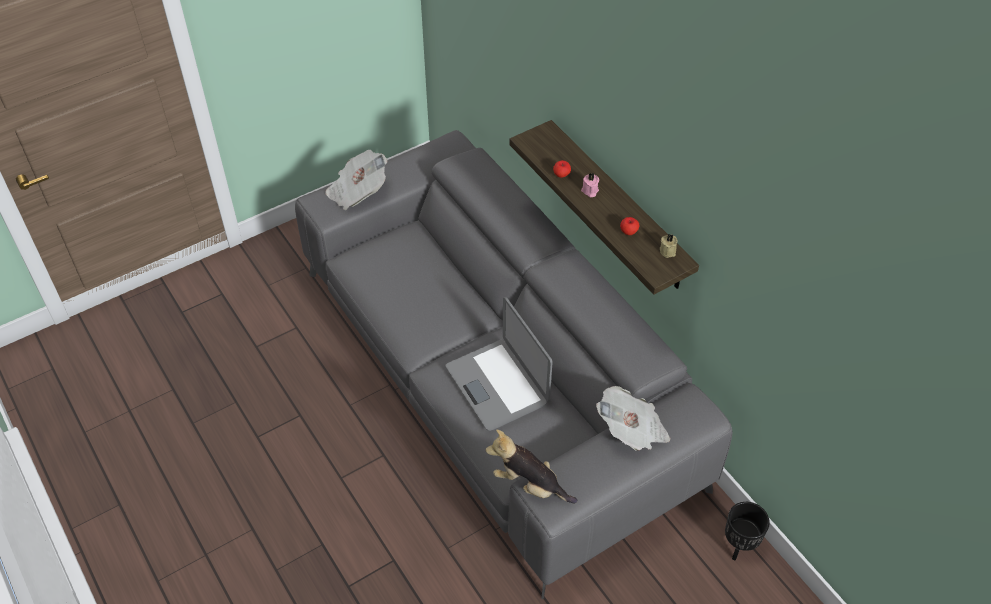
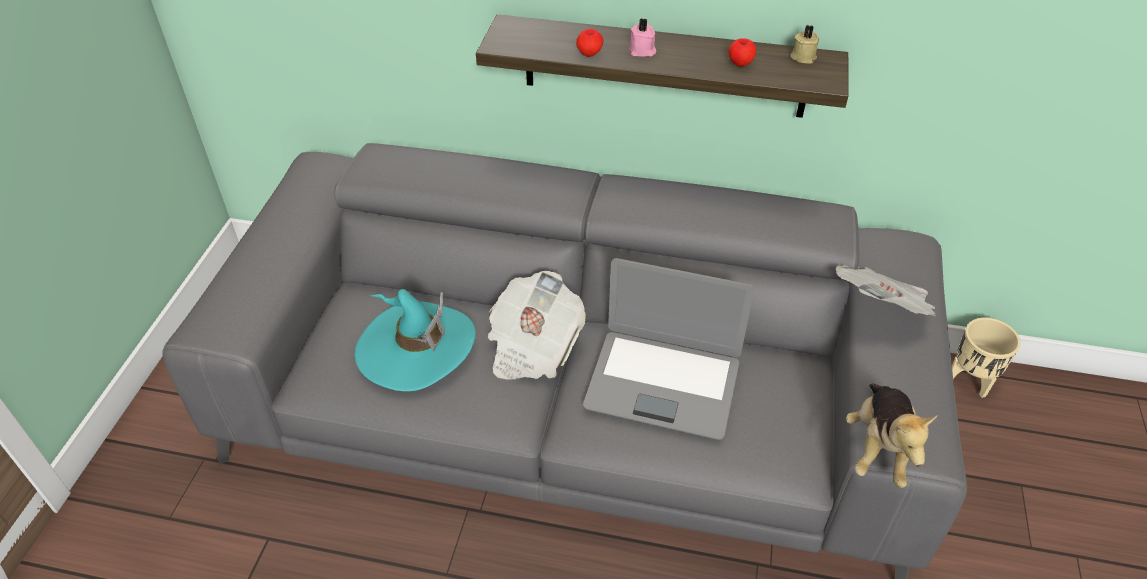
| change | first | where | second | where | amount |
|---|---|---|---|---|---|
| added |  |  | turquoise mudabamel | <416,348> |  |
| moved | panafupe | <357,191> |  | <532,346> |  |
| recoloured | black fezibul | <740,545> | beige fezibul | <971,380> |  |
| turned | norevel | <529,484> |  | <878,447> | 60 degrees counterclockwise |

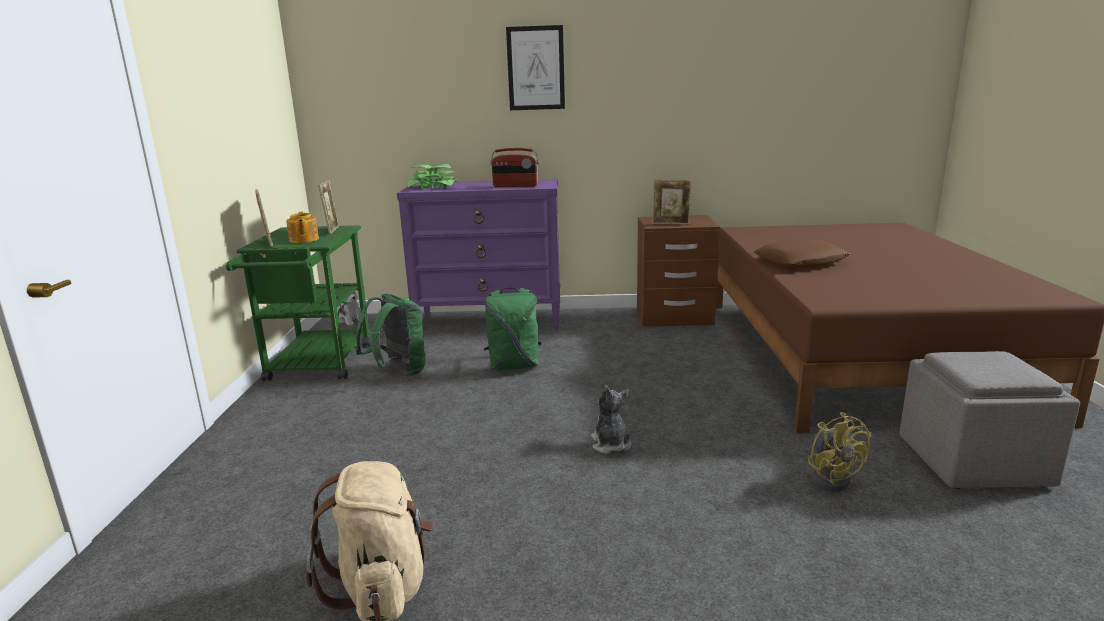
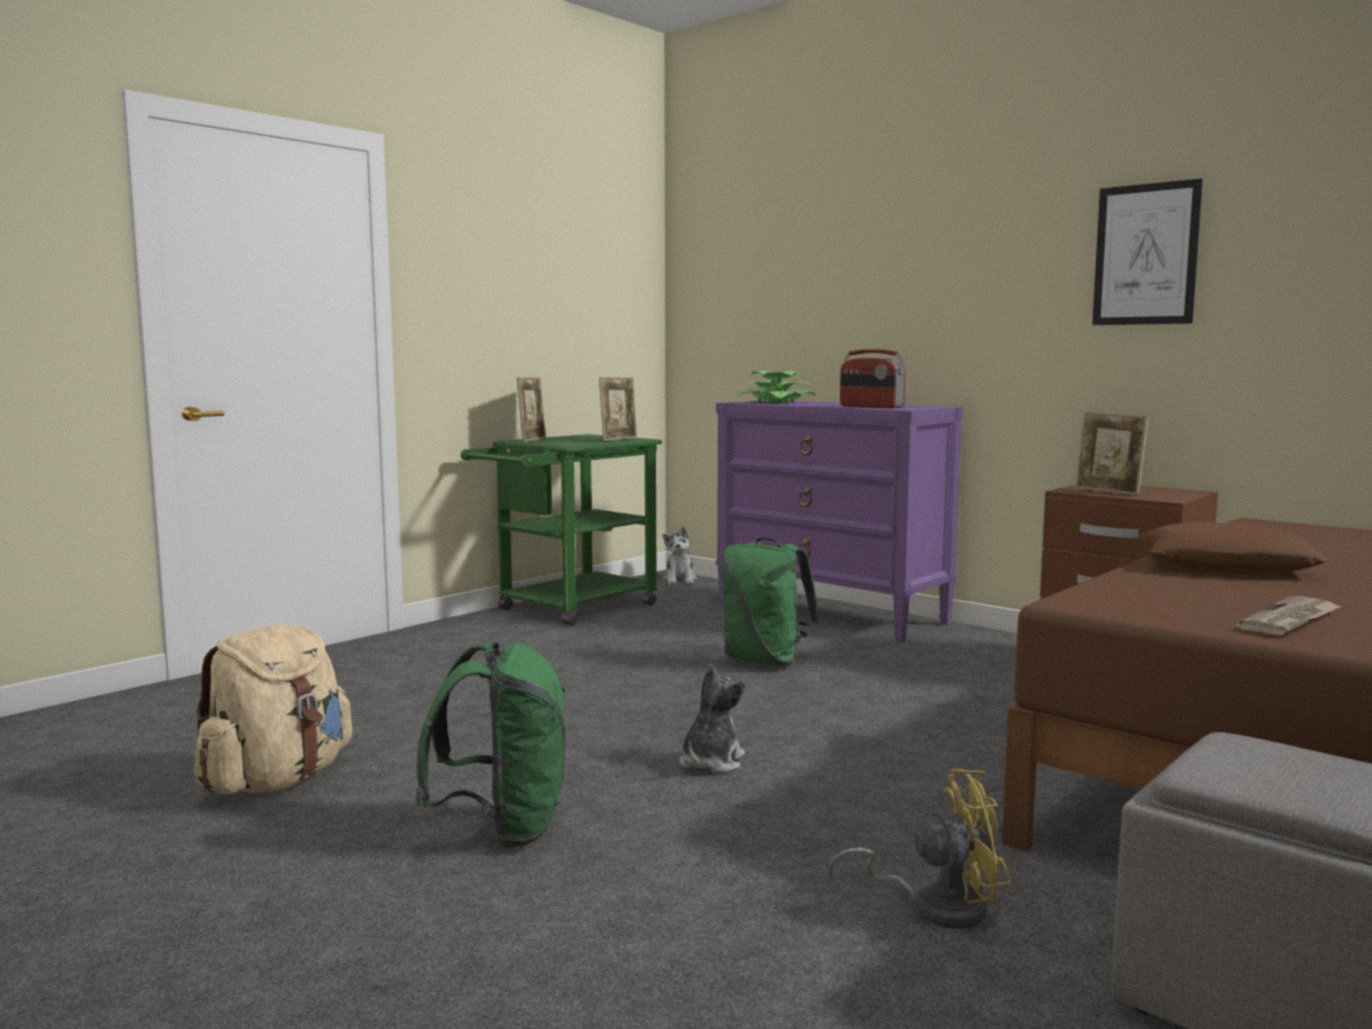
| change | first | where | second | where | amount |
|---|---|---|---|---|---|
| removed | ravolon | <303,240> |  |  |  |
| added |  |  | panafupe | <1290,620> |  |
| moved | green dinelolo | <398,372> |  | <503,829> |  |
| moved | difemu | <536,68> |  | <1146,254> |  |
| turned | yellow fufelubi | <831,477> |  | <935,906> | 120 degrees counterclockwise |

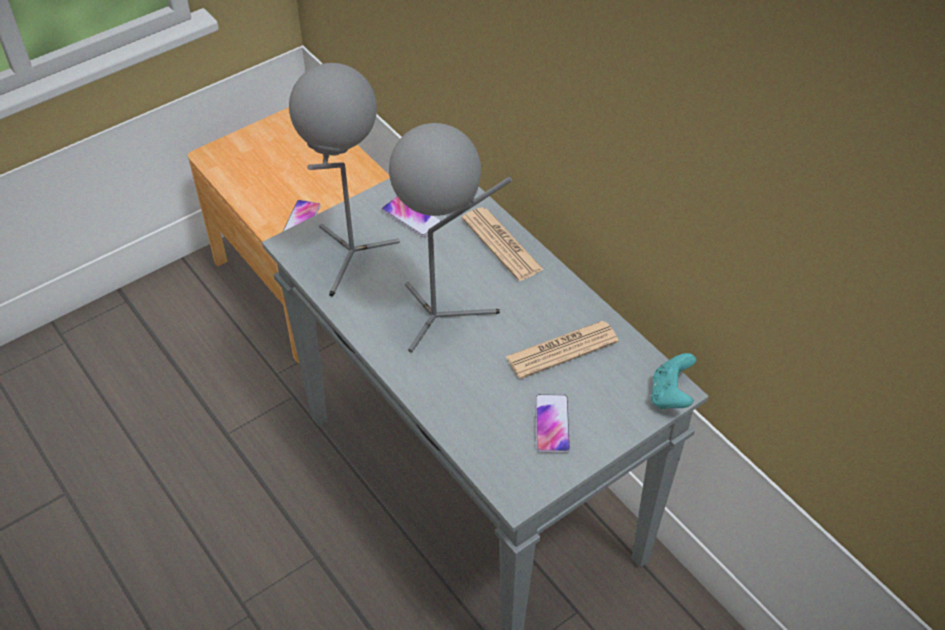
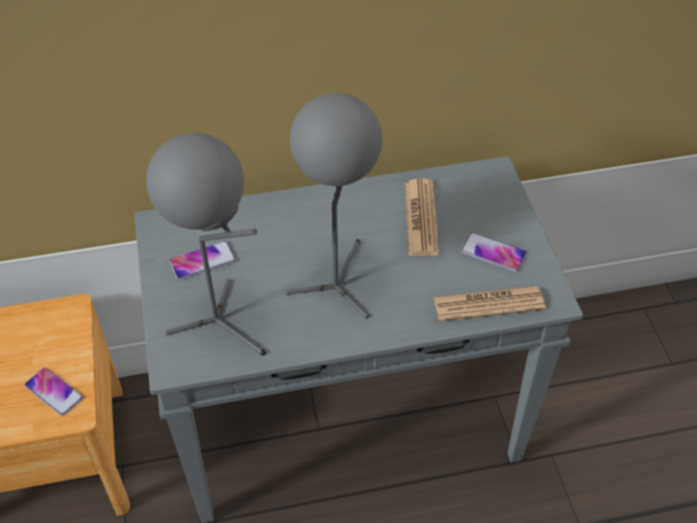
| change | first | where | second | where | amount |
|---|---|---|---|---|---|
| removed | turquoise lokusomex | <670,395> |  |  |  |
| moved | panafupe | <502,244> |  | <489,304> |  |

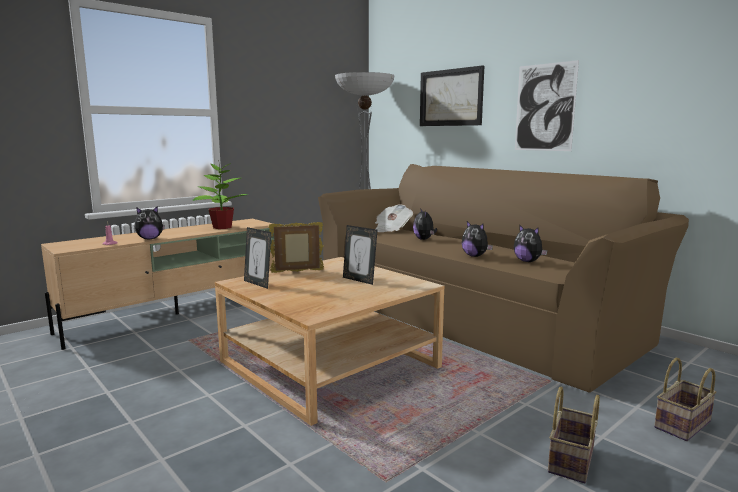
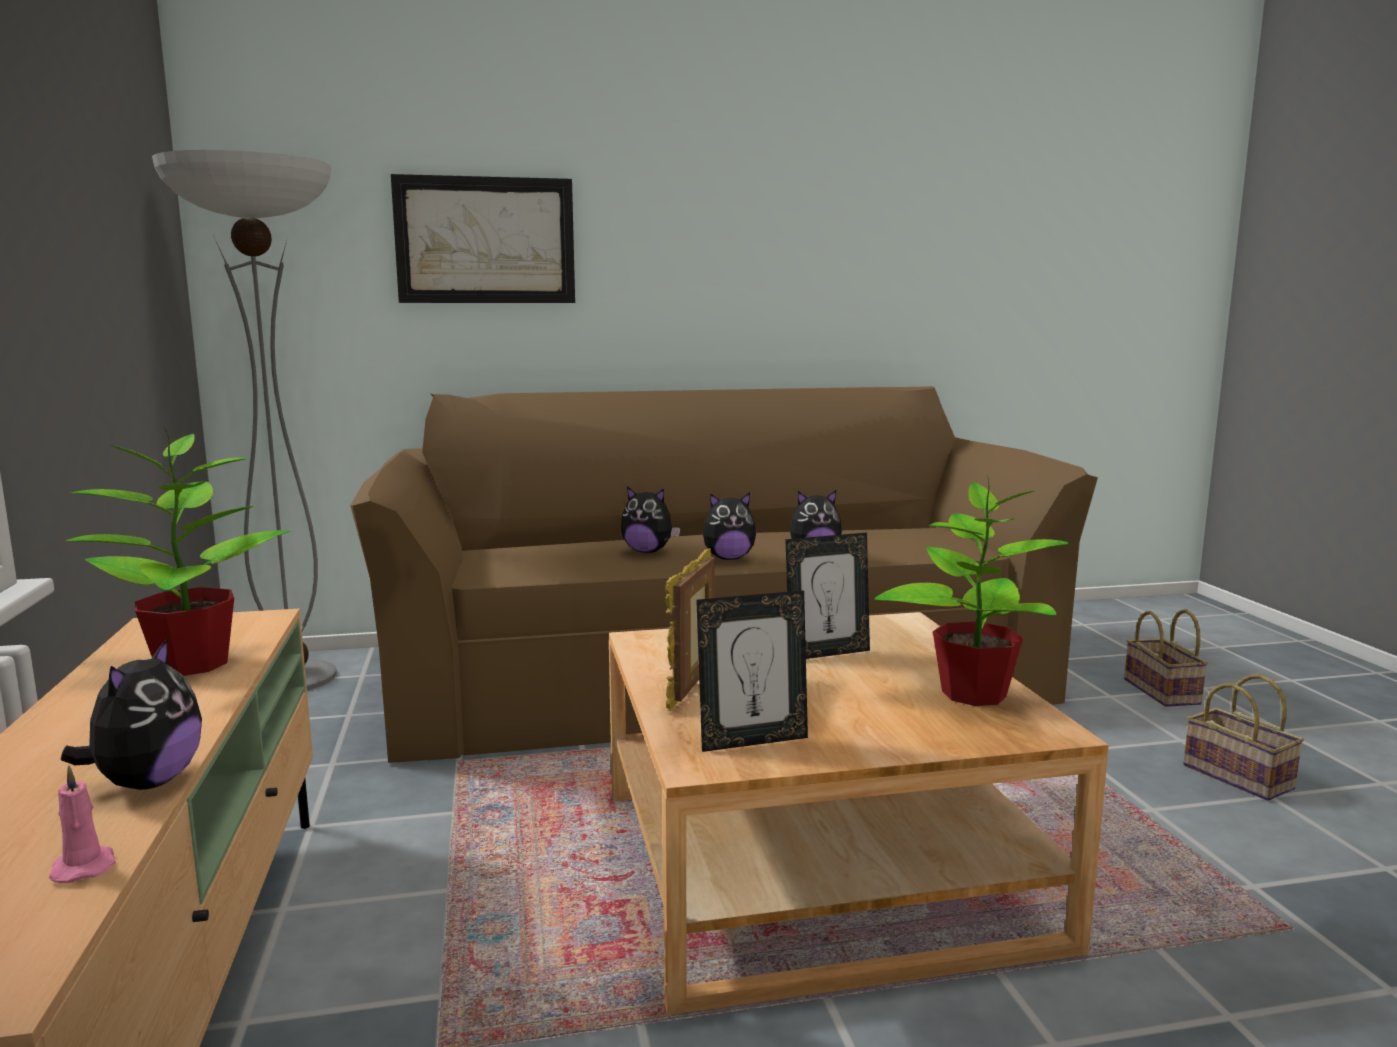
| change | first | where | second | where | amount |
|---|---|---|---|---|---|
| removed | panafupe | <391,229> |  |  |  |
| removed | difemu | <544,107> |  |  |  |
| added |  |  | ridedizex | <972,693> |  |
| moved | norevel | <528,261> |  | <728,558> |  |

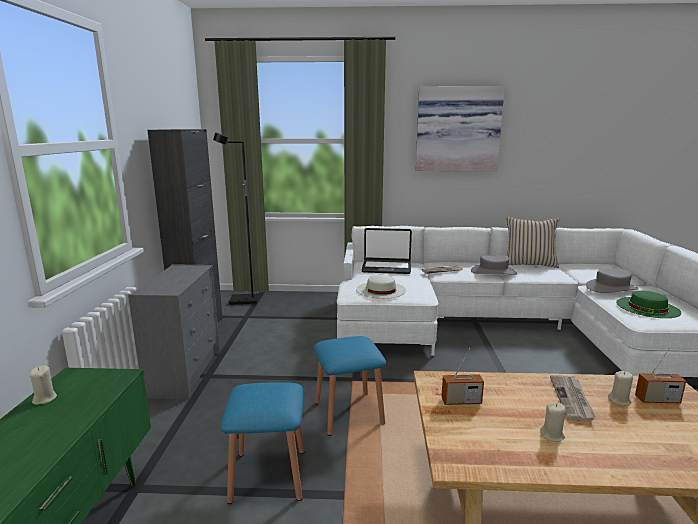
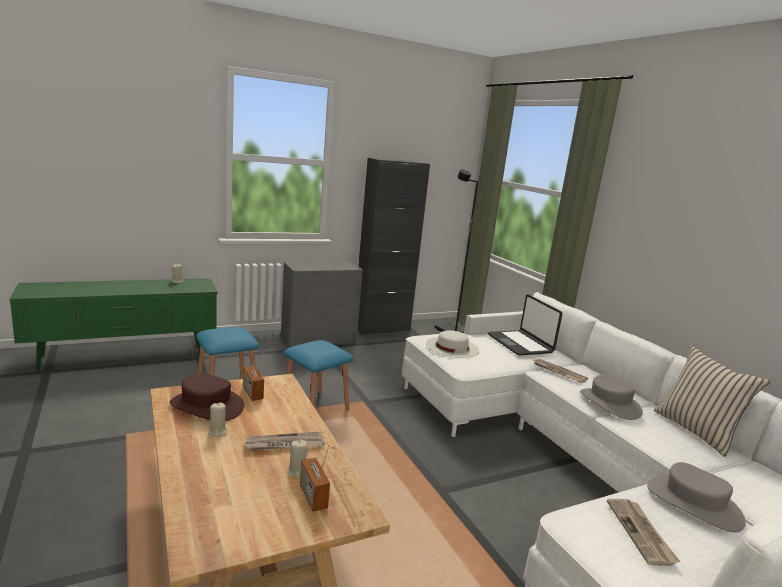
| change | first | where | second | where | amount |
|---|---|---|---|---|---|
| removed | difemu | <457,129> |  |  |  |
| added |  |  | brown mudabamel | <206,406> |  |
| replaced | green mudabamel | <647,307> | panafupe | <641,533> |  |

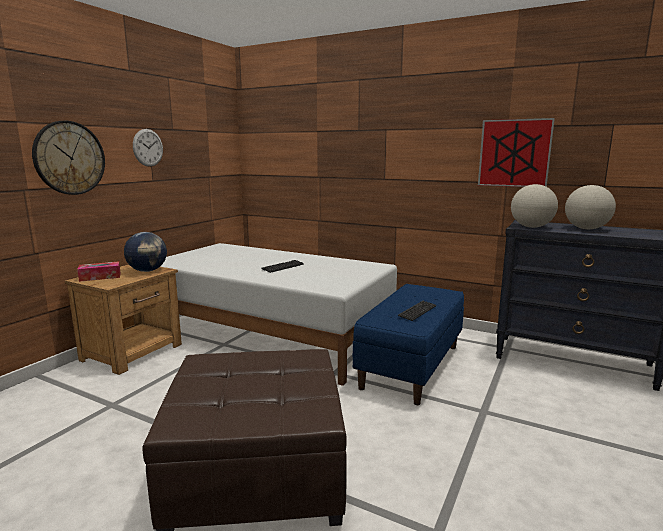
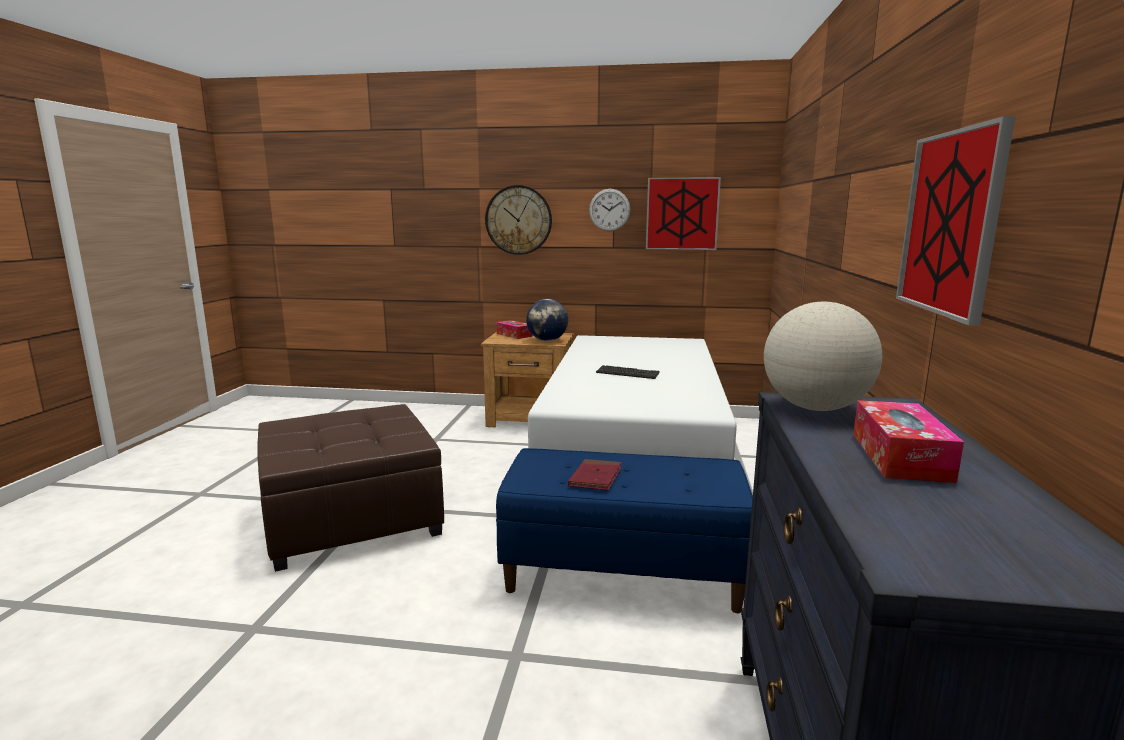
| change | first | where | second | where | amount |
|---|---|---|---|---|---|
| added |  |  | difemu | <682,214> |  |
| replaced | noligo | <417,311> | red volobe | <595,478> |  |
| replaced | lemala | <586,229> | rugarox | <900,456> |  |

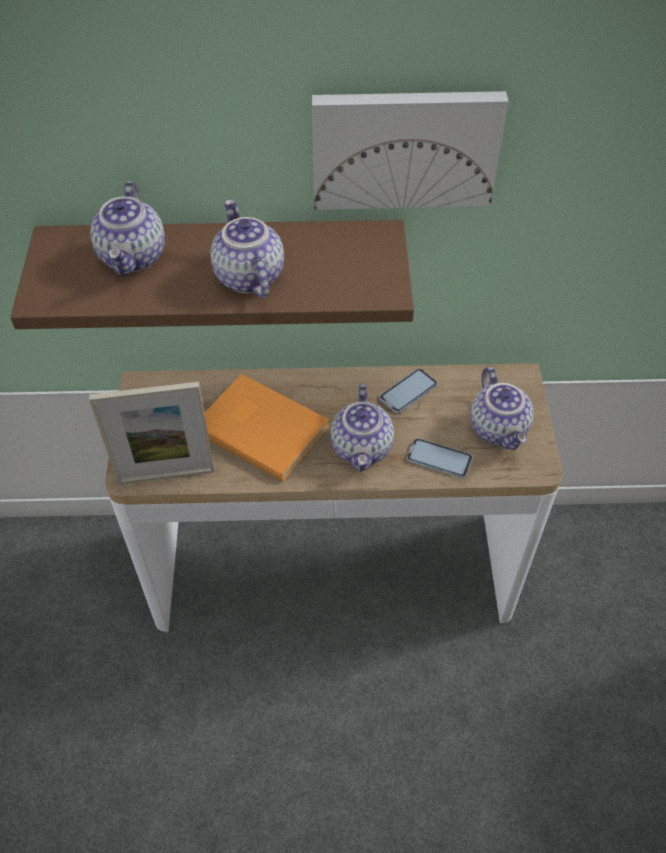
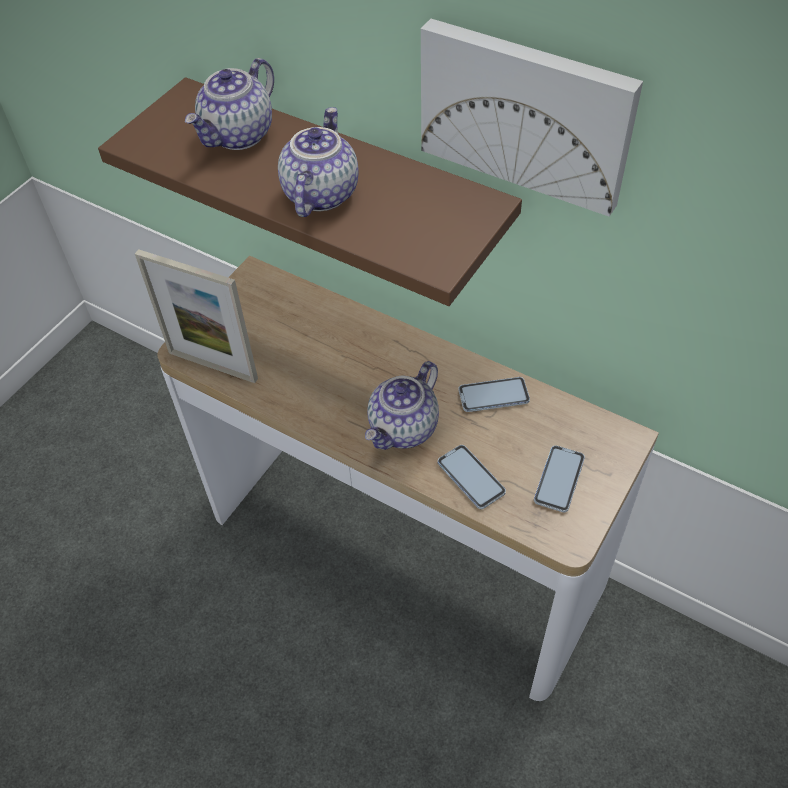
| change | first | where | second | where | amount |
|---|---|---|---|---|---|
| removed | orange volobe | <262,426> |  |  |  |
| replaced | ravolon | <499,429> | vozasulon | <559,479> |  |

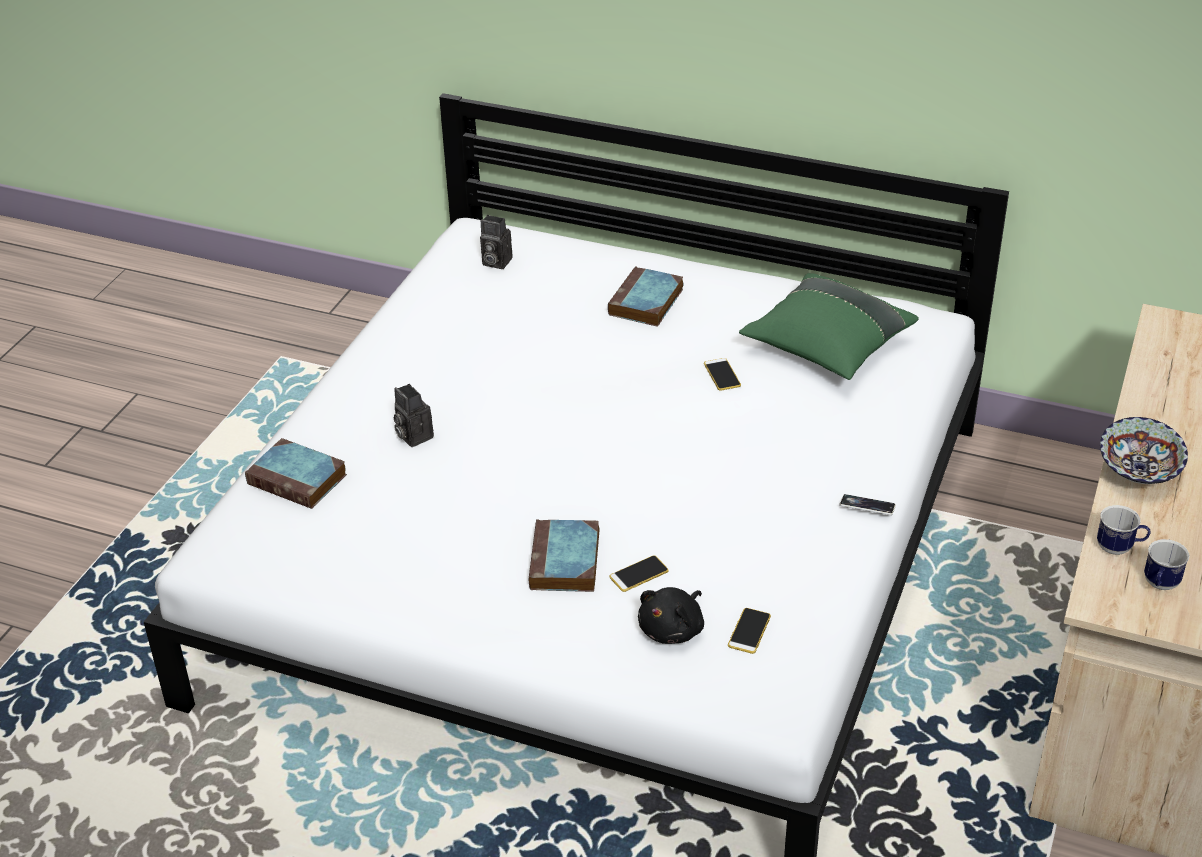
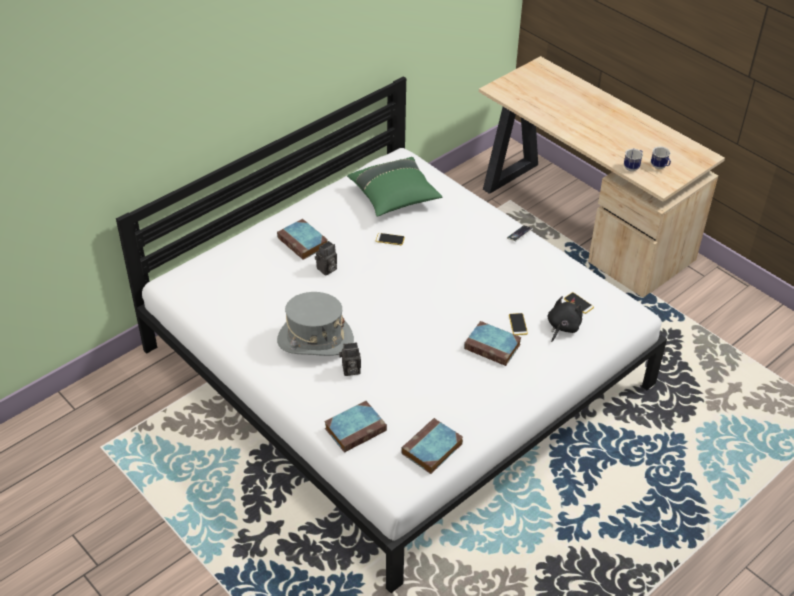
| change | first | where | second | where | amount |
|---|---|---|---|---|---|
| removed | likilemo | <1139,471> |  |  |  |
| added |  |  | grey mudabamel | <315,340> |  |
| added |  |  | volobe | <431,449> |  |
| moved | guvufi | <495,262> |  | <326,270> |  |
| turned | black norevel | <673,629> |  | <562,327> | 120 degrees counterclockwise |

